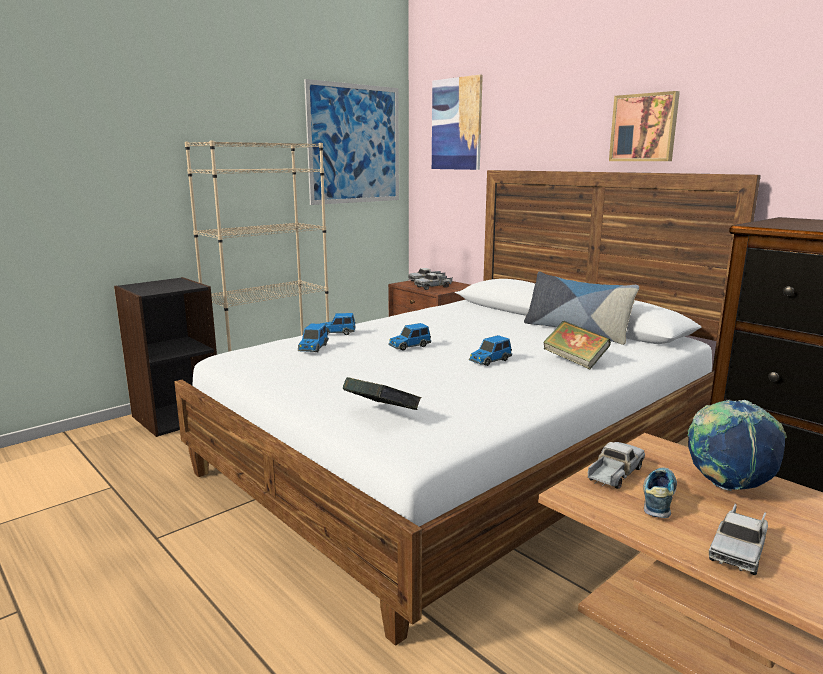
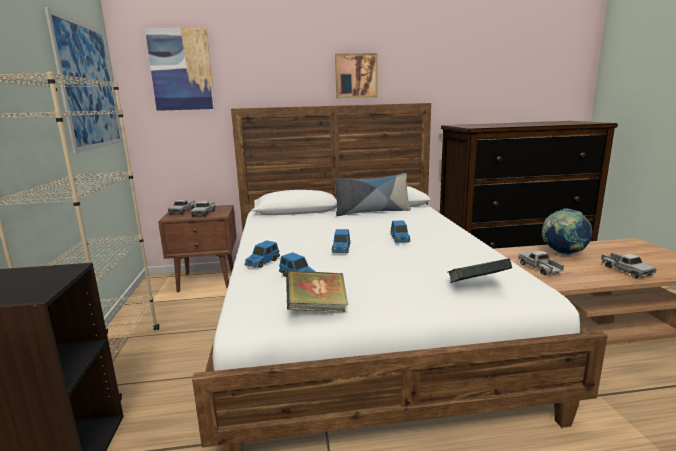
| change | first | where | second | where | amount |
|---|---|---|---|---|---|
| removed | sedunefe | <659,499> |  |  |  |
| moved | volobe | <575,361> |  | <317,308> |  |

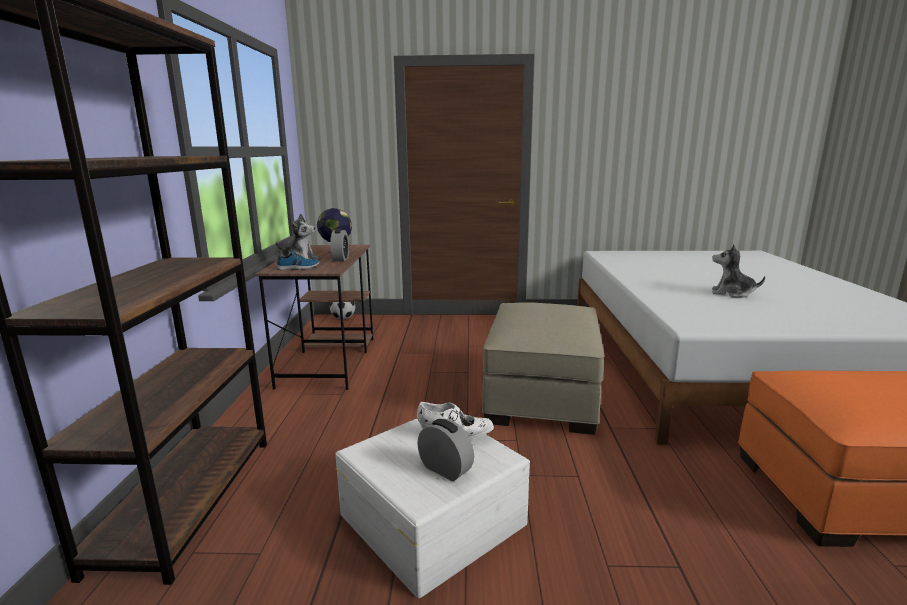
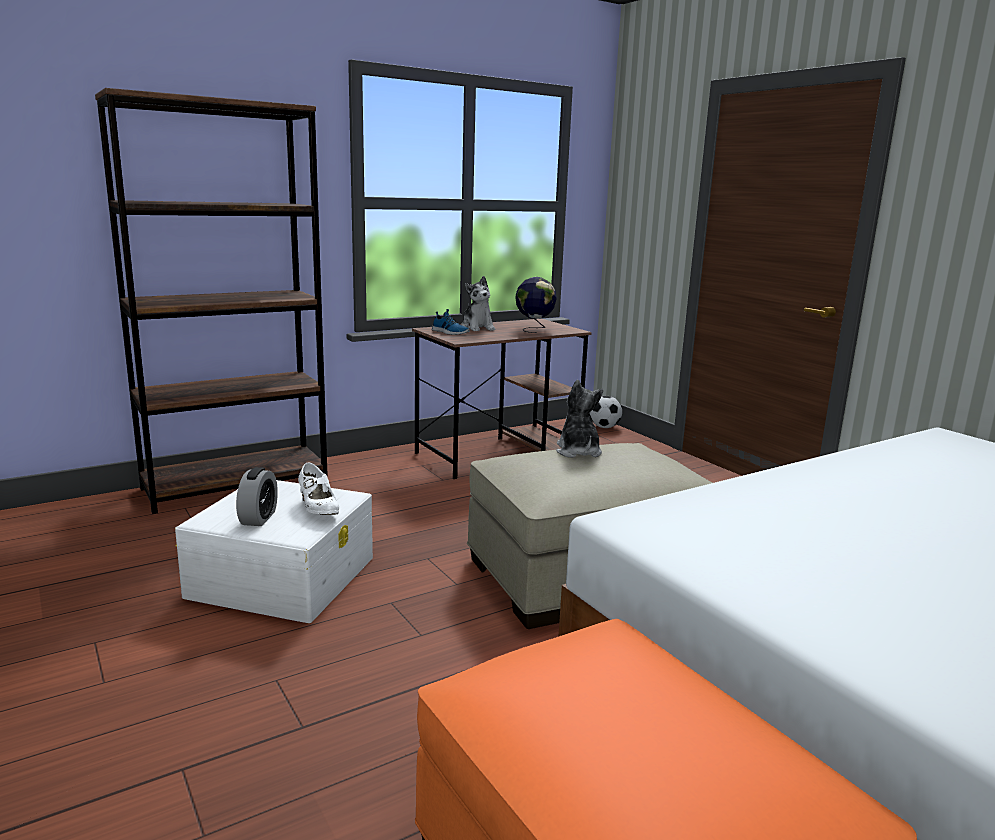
| change | first | where | second | where | amount |
|---|---|---|---|---|---|
| removed | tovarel | <340,259> |  |  |  |
| moved | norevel | <732,293> |  | <578,452> |  |

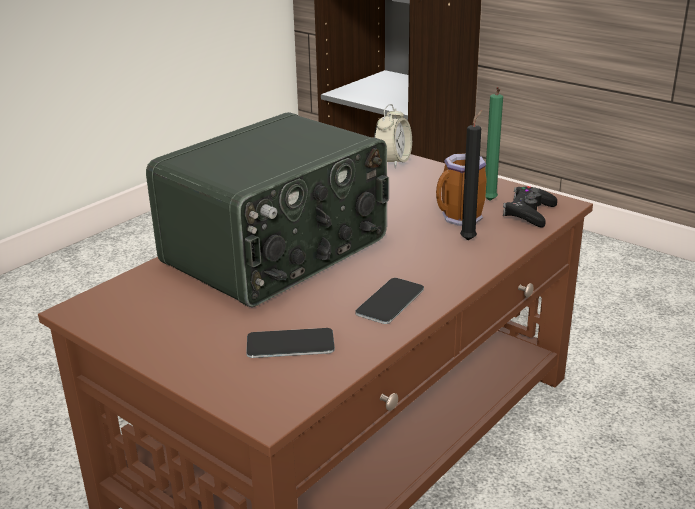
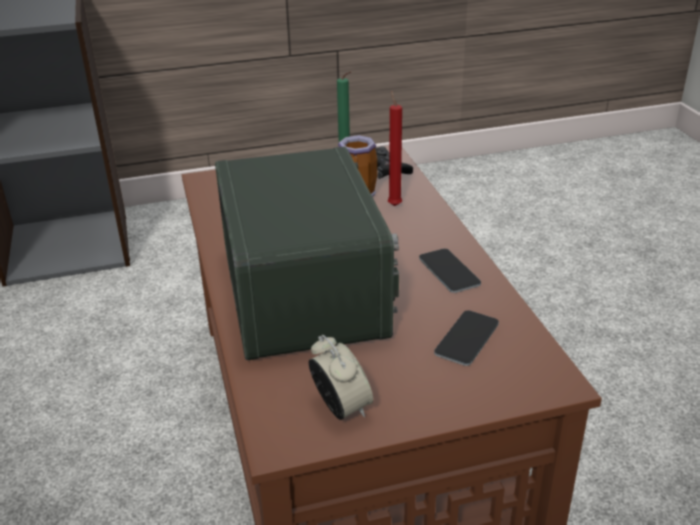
| change | first | where | second | where | amount |
|---|---|---|---|---|---|
| moved | tovarel | <393,162> |  | <341,408> |  |
| recoloured | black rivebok | <469,239> | red rivebok | <394,205> |  |

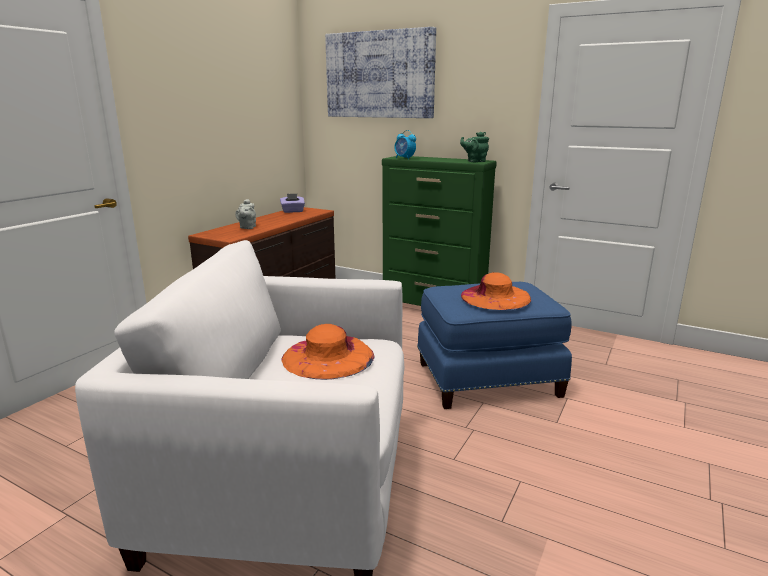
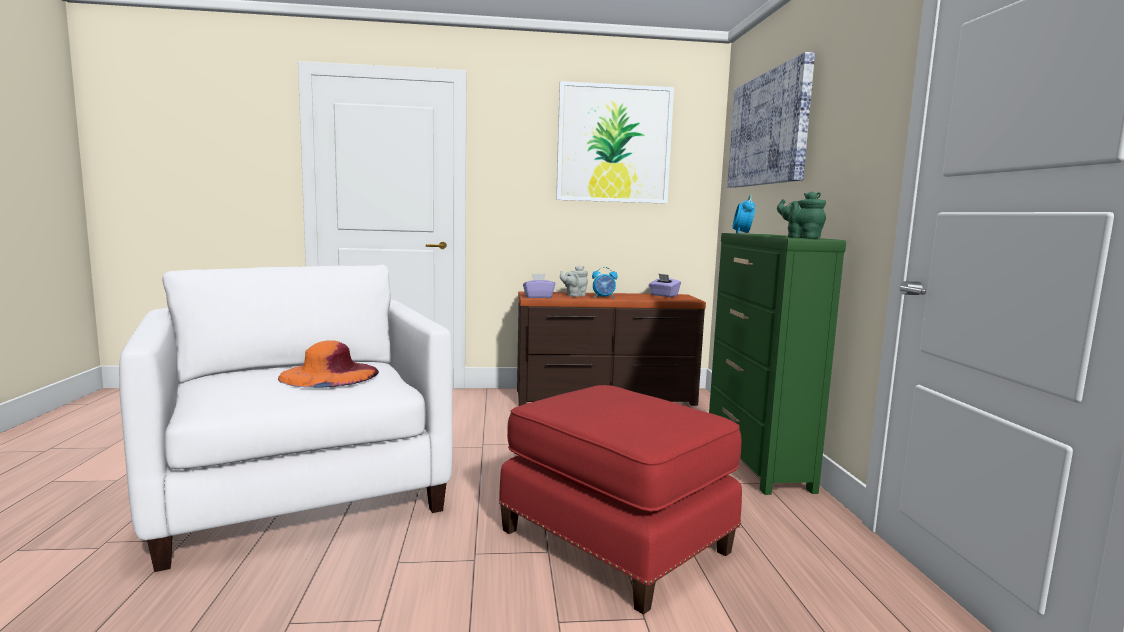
| change | first | where | second | where | amount |
|---|---|---|---|---|---|
| removed | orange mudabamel | <495,297> |  |  |  |
| added |  |  | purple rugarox | <538,297> |  |
| added |  |  | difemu | <614,144> |  |
| added |  |  | tovarel | <604,297> |  |
| recoloured | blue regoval | <487,378> | red regoval | <617,540> |  |

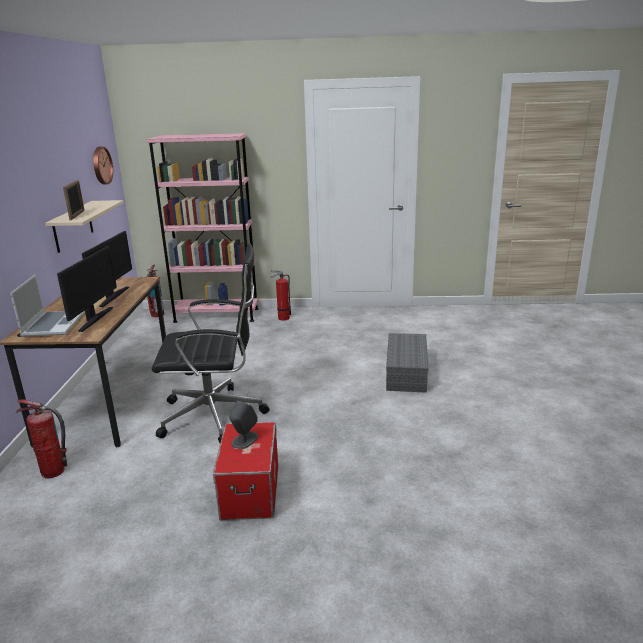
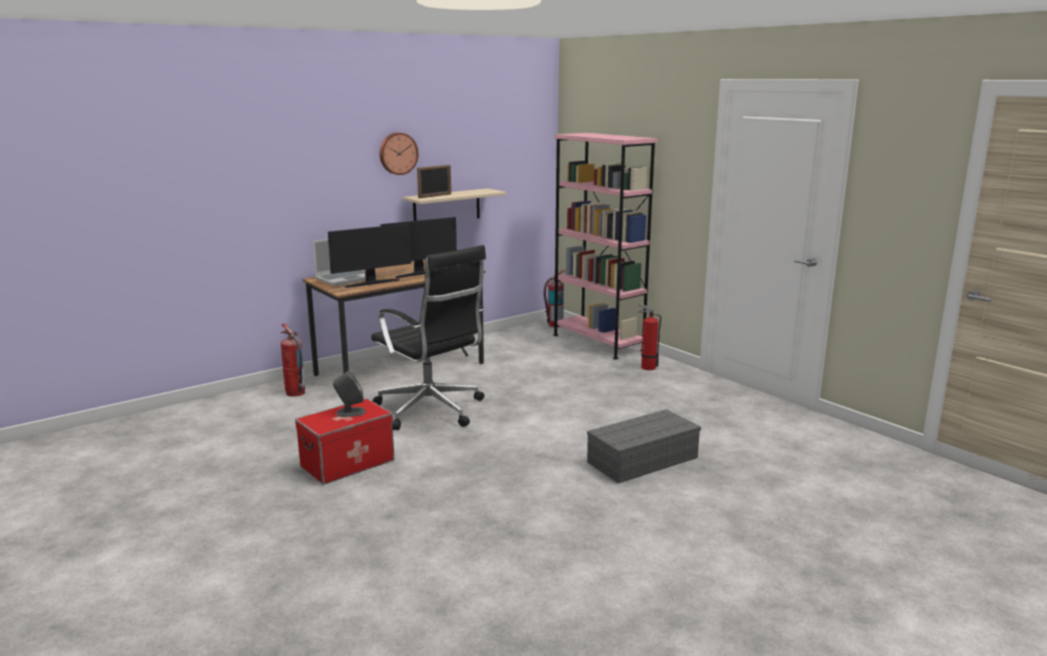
| change | first | where | second | where | amount |
|---|---|---|---|---|---|
| moved | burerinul | <101,165> |  | <397,153> |  |

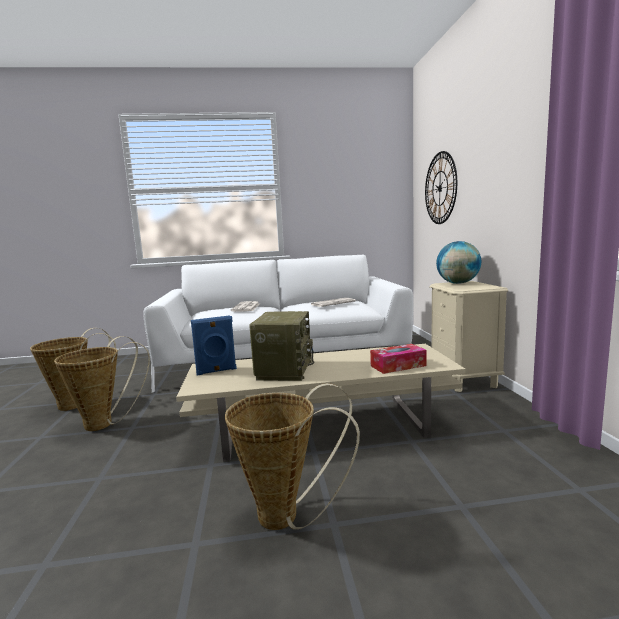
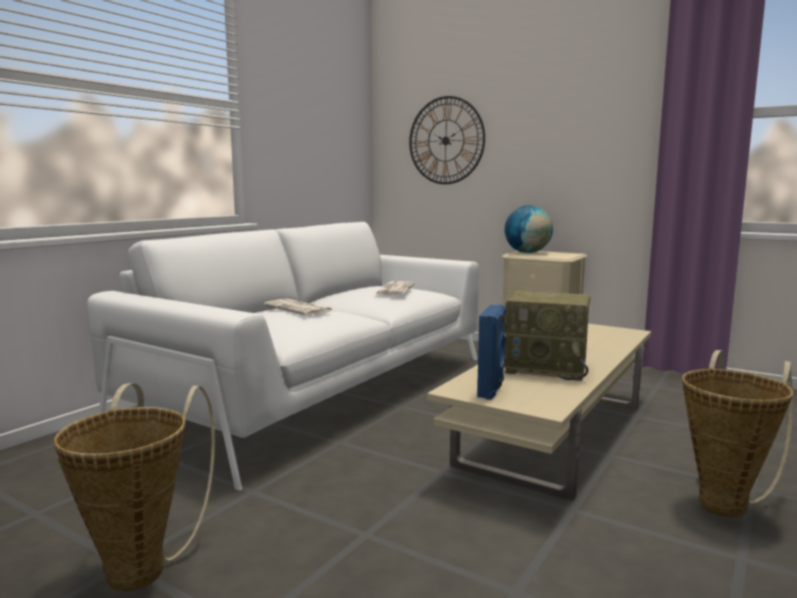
| change | first | where | second | where | amount |
|---|---|---|---|---|---|
| removed | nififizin | <105,423> |  |  |  |
| removed | rugarox | <398,366> |  |  |  |
| turned | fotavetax | <284,370> |  | <547,368> | 150 degrees clockwise |

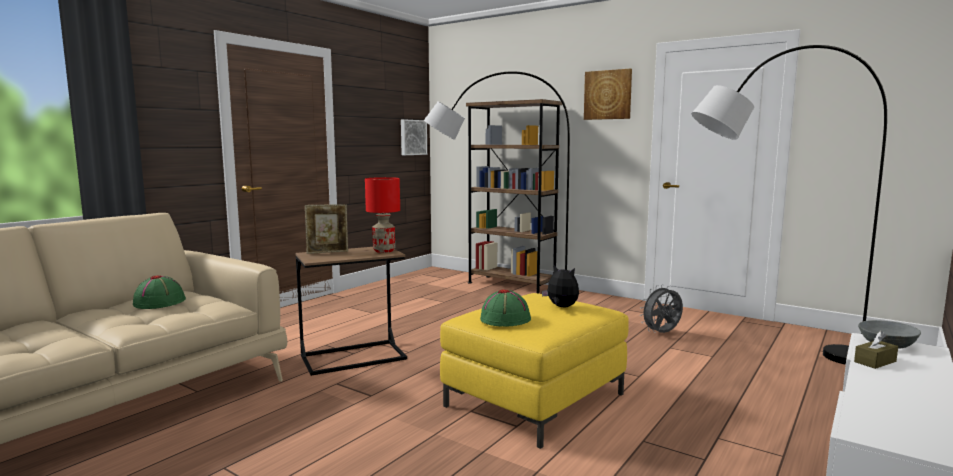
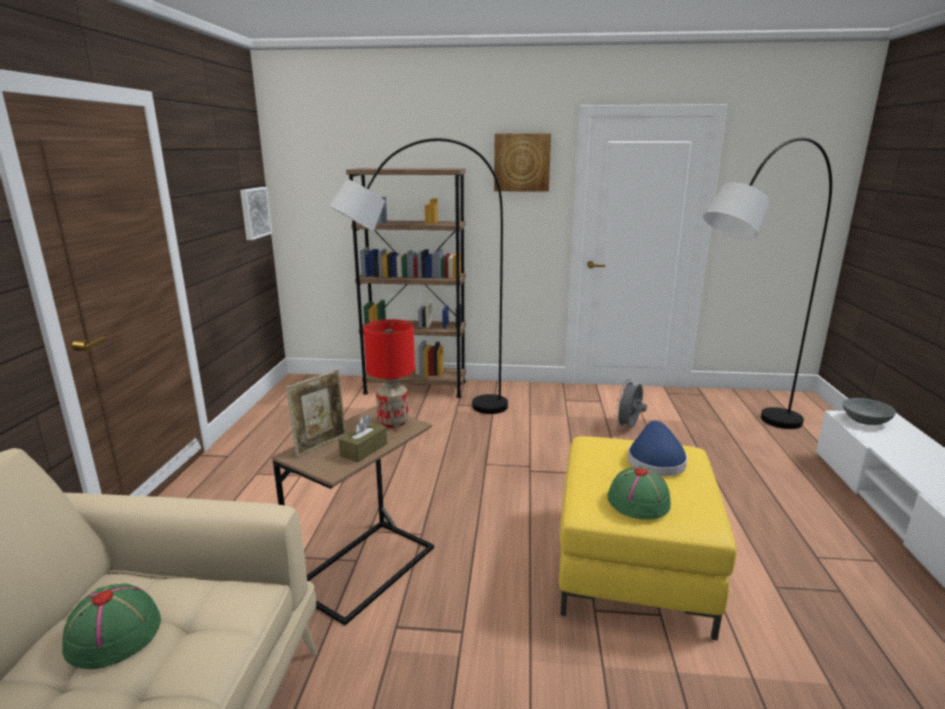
| change | first | where | second | where | amount |
|---|---|---|---|---|---|
| moved | brown rugarox | <875,361> |  | <364,450> |  |
| replaced | norevel | <561,307> | blue mudabamel | <655,460> |  |

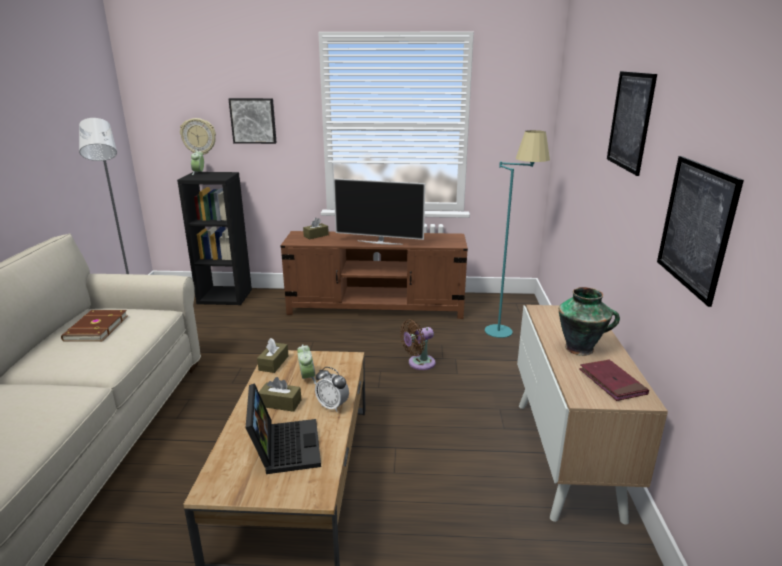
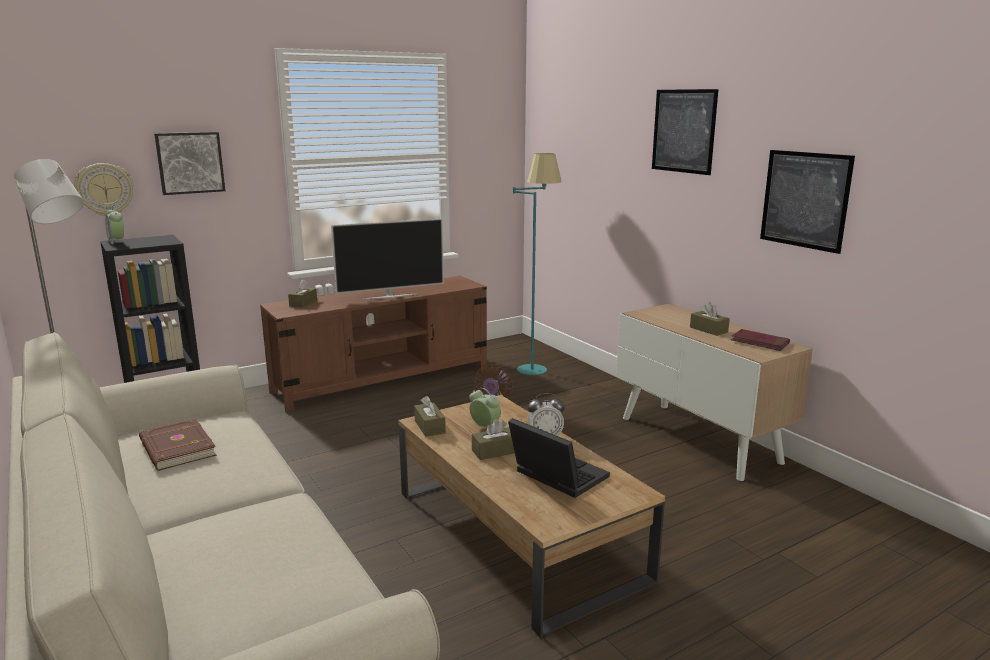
| change | first | where | second | where | amount |
|---|---|---|---|---|---|
| replaced | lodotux | <581,349> | brown rugarox | <708,330> |  |

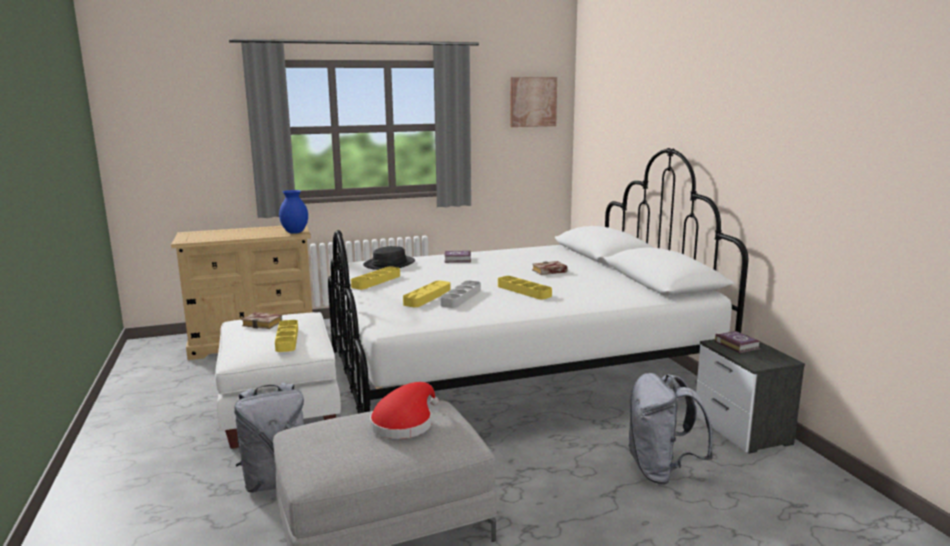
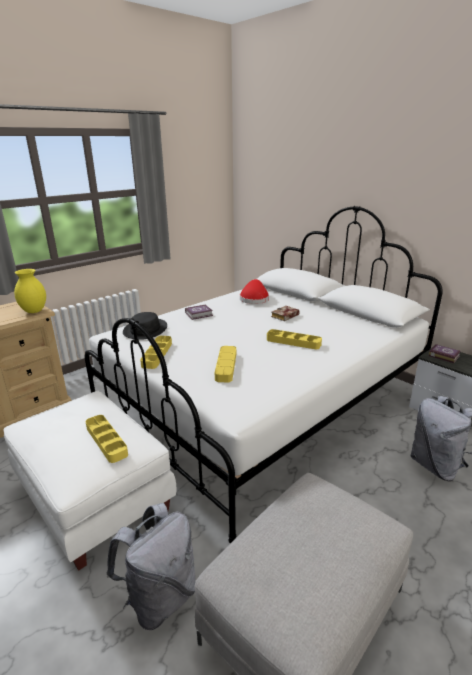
| change | first | where | second | where | amount |
|---|---|---|---|---|---|
| removed | volobe | <264,324> |  |  |  |
| removed | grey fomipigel | <461,297> |  |  |  |
| removed | difemu | <533,102> |  |  |  |
| moved | red mudabamel | <405,423> |  | <254,299> |  |
| recoloured | blue lodotux | <294,232> | yellow lodotux | <34,311> |  |

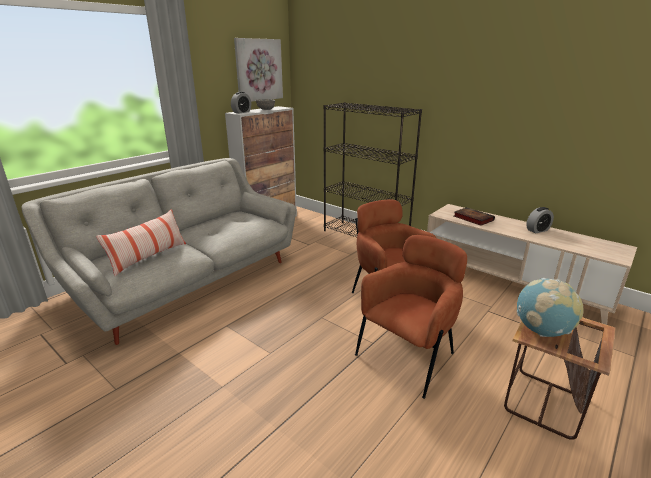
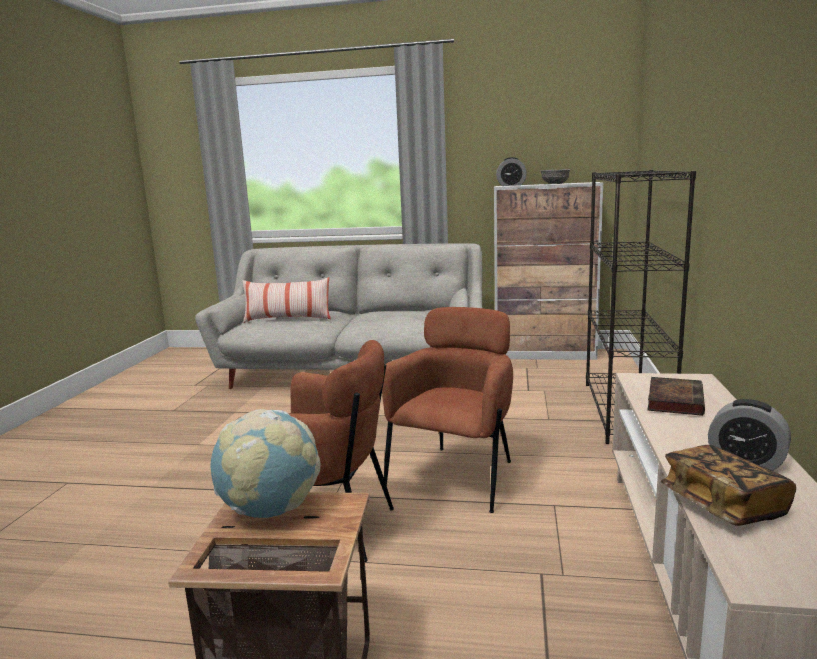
| change | first | where | second | where | amount |
|---|---|---|---|---|---|
| removed | difemu | <258,70> |  |  |  |
| added |  |  | volobe | <723,505> |  |

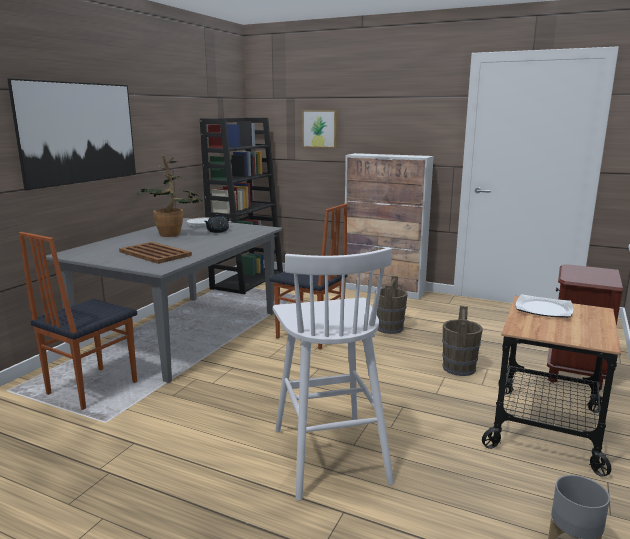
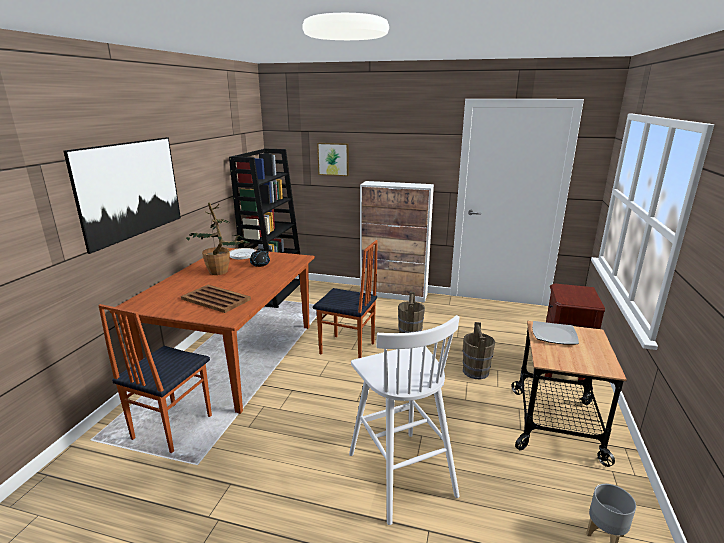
| change | first | where | second | where | amount |
|---|---|---|---|---|---|
| recoloured | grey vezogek | <182,334> | brown vezogek | <236,357> |  |

